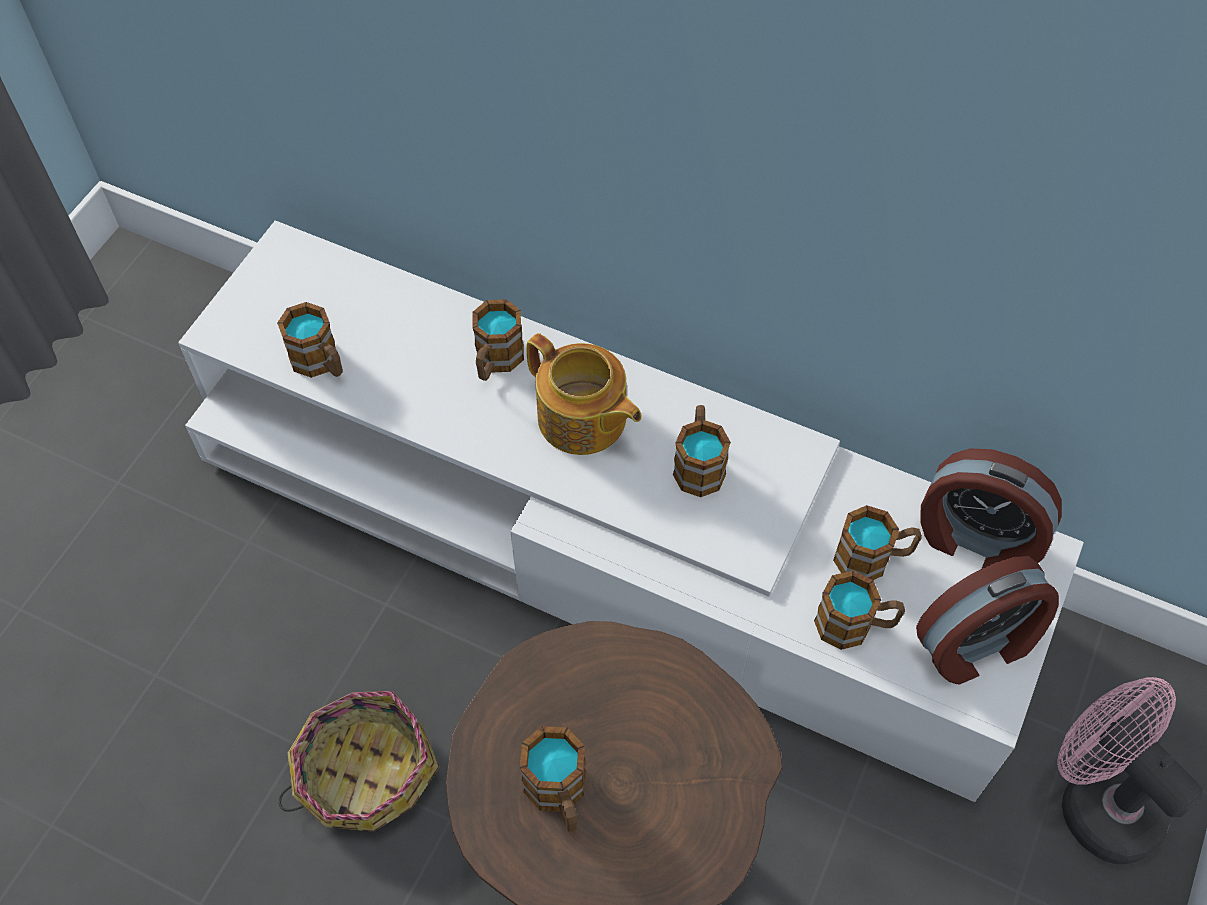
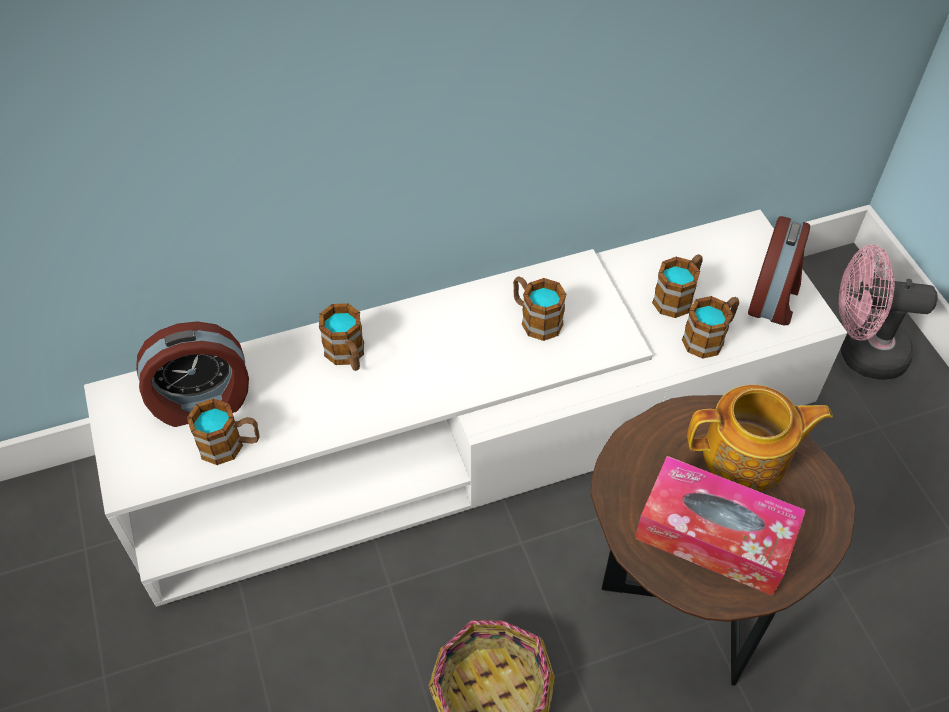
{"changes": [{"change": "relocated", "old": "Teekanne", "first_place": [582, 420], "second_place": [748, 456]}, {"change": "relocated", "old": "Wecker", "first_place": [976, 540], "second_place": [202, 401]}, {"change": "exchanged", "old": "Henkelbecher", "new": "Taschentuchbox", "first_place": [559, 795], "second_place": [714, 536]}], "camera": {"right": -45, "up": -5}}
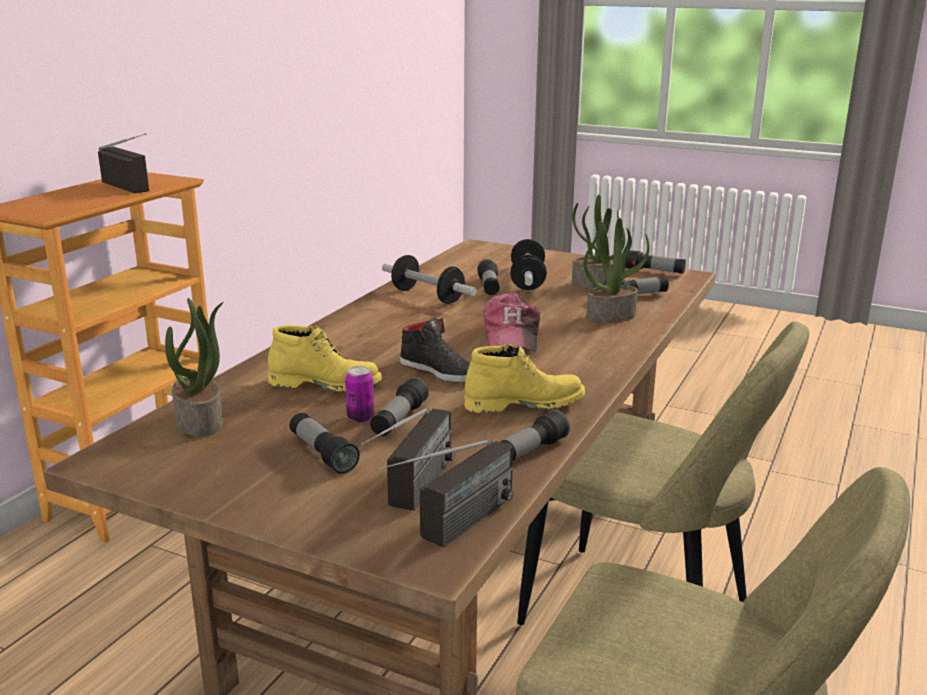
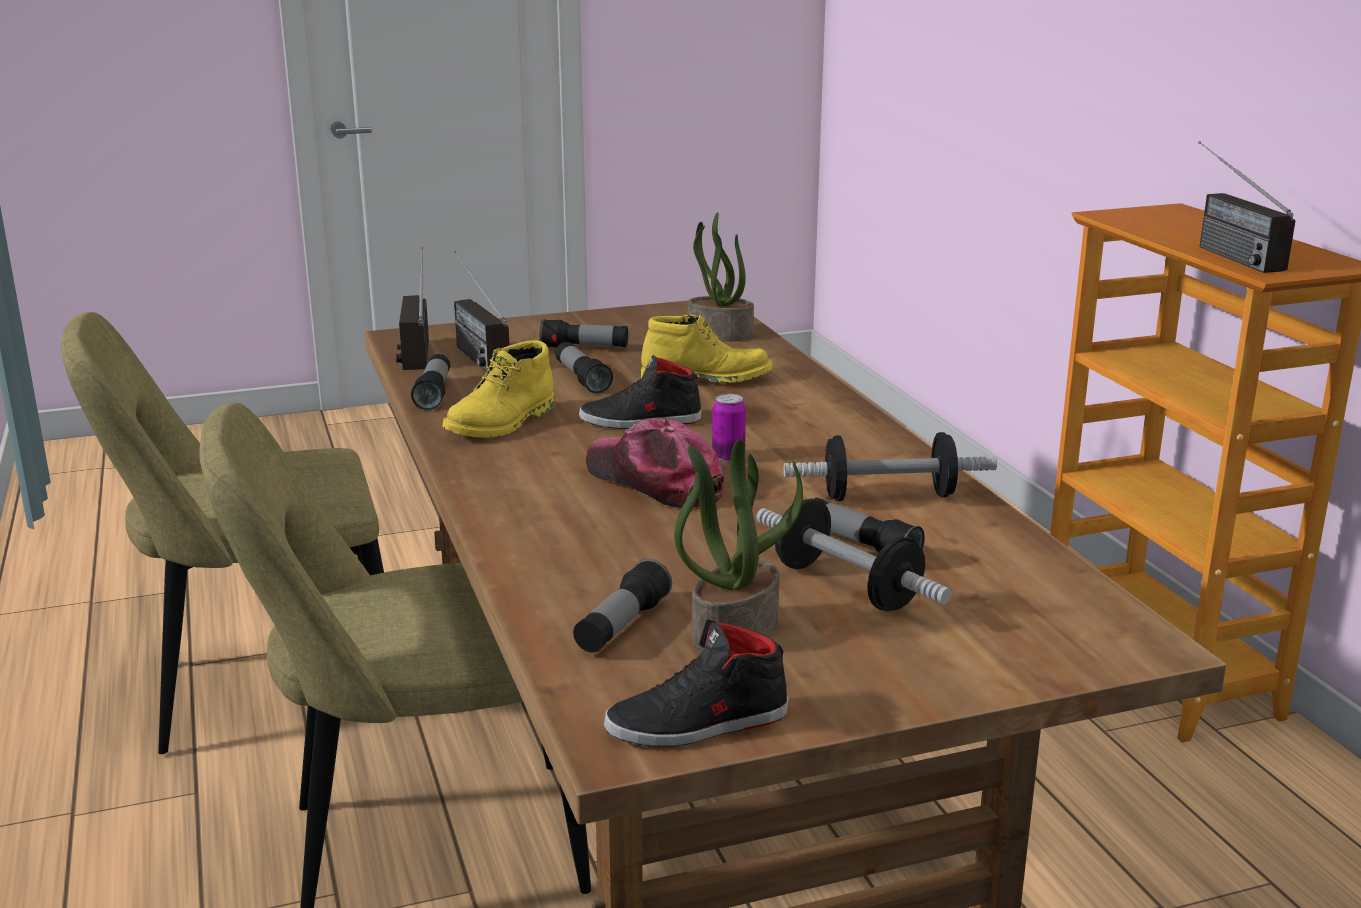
{"changes": [{"change": "missing", "old": "Topfpflanze", "first_place": [611, 316]}, {"change": "relocated", "old": "Dose", "first_place": [360, 418], "second_place": [728, 457]}, {"change": "exchanged", "old": "Taschenlampe", "new": "Schuh/schwarz", "first_place": [654, 272], "second_place": [698, 724]}, {"change": "spun", "old": "Radio", "first_place": [136, 189], "second_place": [1221, 252], "degrees": 75}, {"change": "spun", "old": "Stiefel/gelb", "first_place": [326, 384], "second_place": [706, 379], "degrees": -150}], "camera": {"right": 135, "up": 0}}
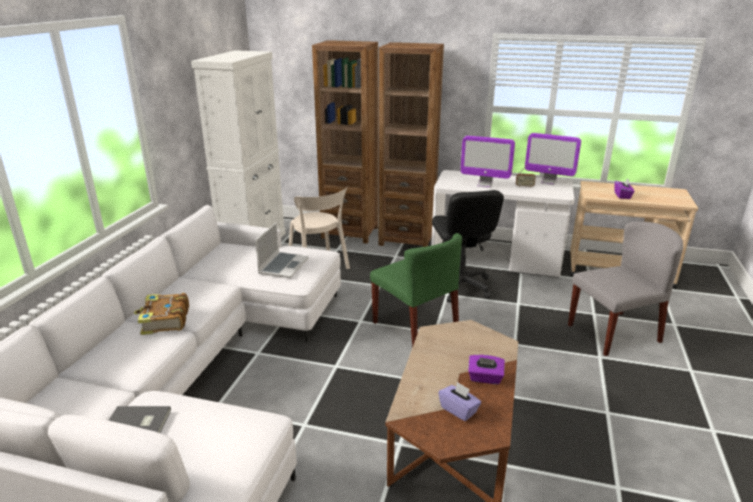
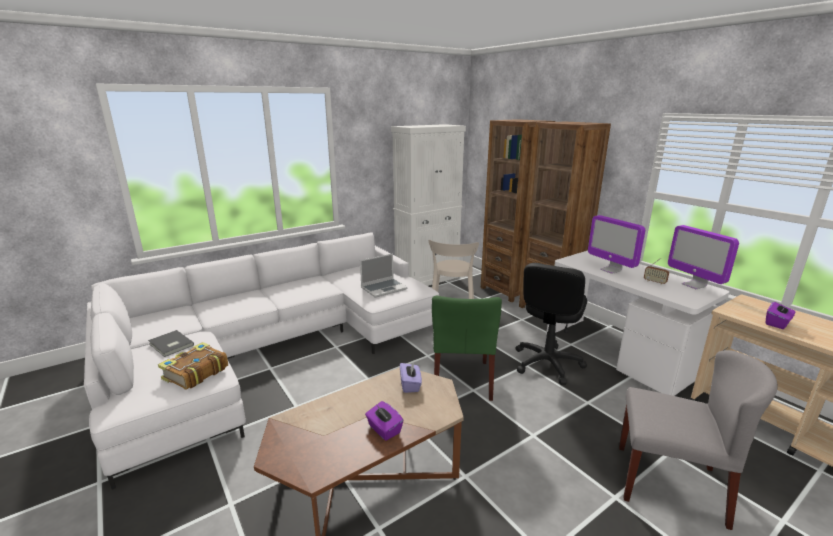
{"changes": [{"change": "relocated", "old": "Buch", "first_place": [164, 321], "second_place": [195, 373]}, {"change": "relocated", "old": "Taschentuchbox/lila", "first_place": [459, 410], "second_place": [410, 385]}], "camera": {"right": 40, "up": -5}}
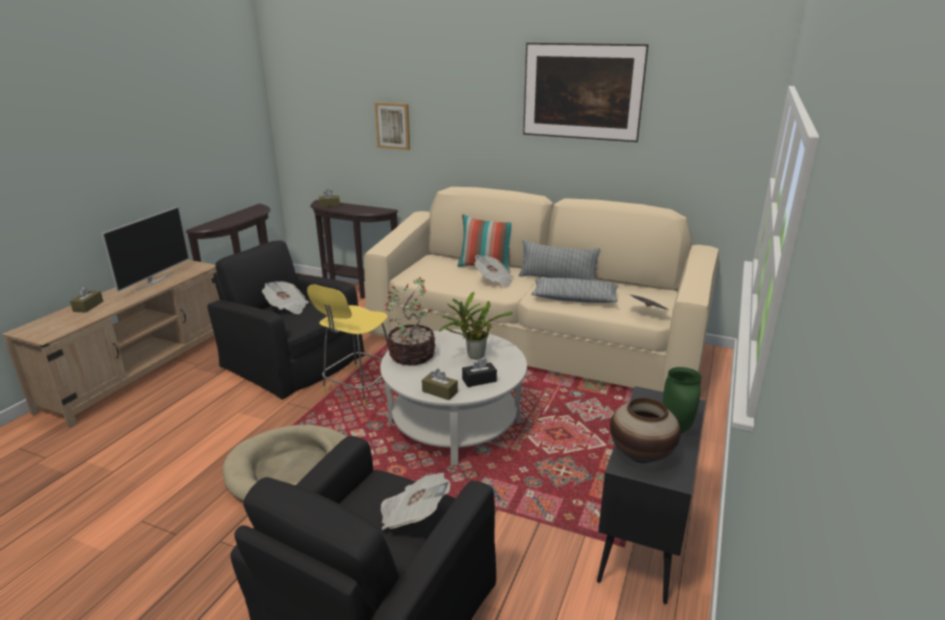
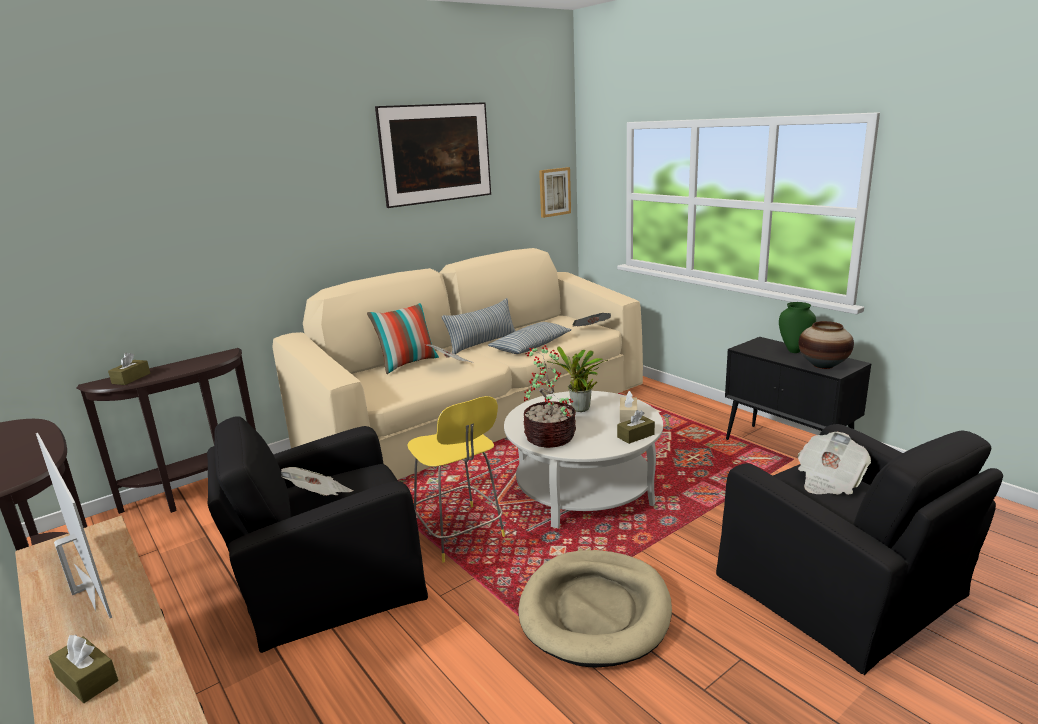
{"changes": [{"change": "relocated", "old": "Bild", "first_place": [393, 126], "second_place": [554, 192]}, {"change": "colour", "old": "Taschentuchbox/schwarz", "new": "Taschentuchbox/beige", "first_place": [479, 380], "second_place": [628, 416]}], "camera": {"right": -60, "up": -5}}
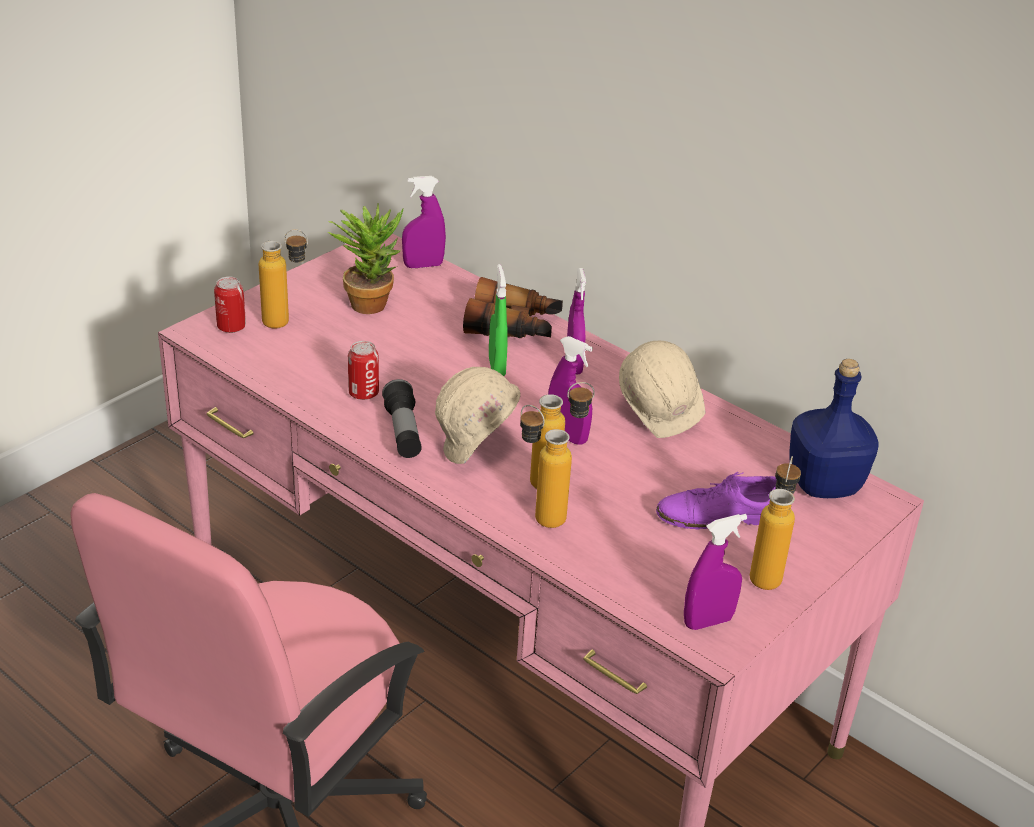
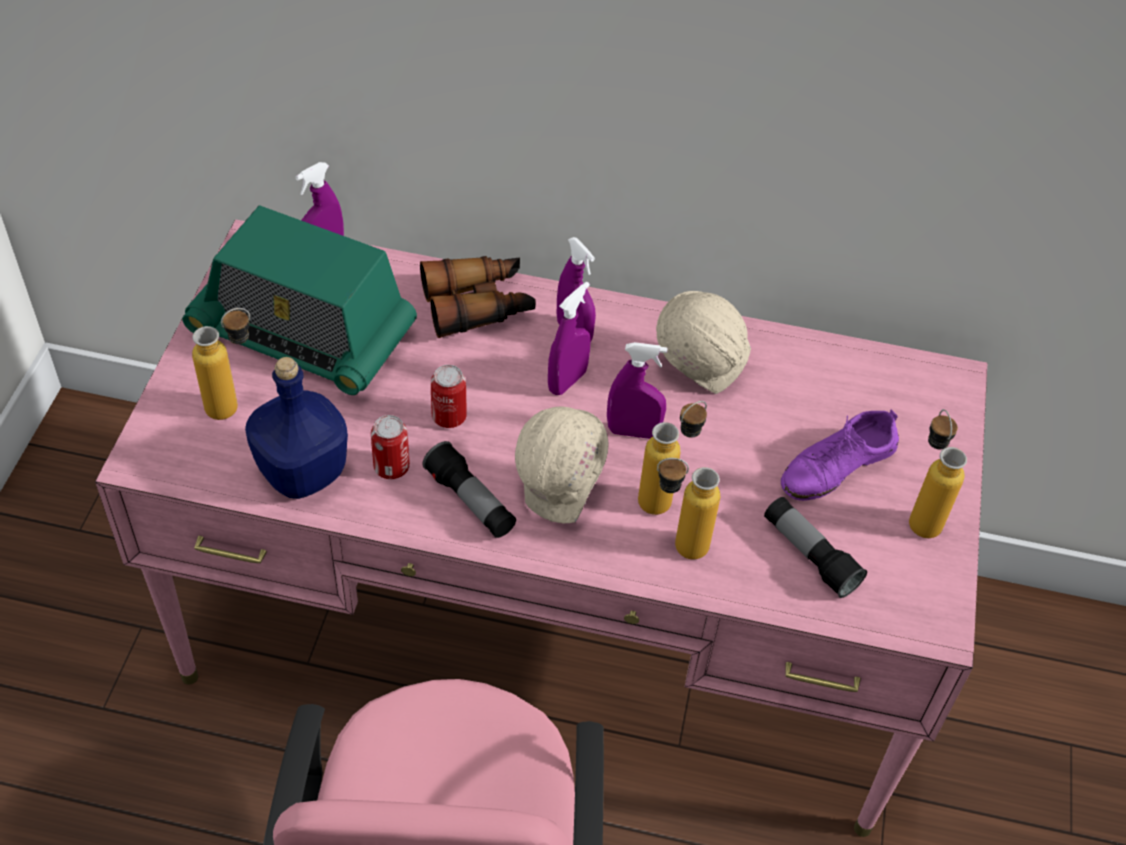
{"changes": [{"change": "missing", "old": "Sprühflasche/grün", "first_place": [497, 367]}, {"change": "appeared", "new": "Taschenlampe", "second_place": [809, 555]}, {"change": "relocated", "old": "Dose", "first_place": [231, 327], "second_place": [449, 417]}, {"change": "relocated", "old": "Sprühflasche/lila", "first_place": [708, 621], "second_place": [567, 381]}, {"change": "relocated", "old": "Flasche/blau", "first_place": [825, 484], "second_place": [304, 471]}, {"change": "exchanged", "old": "Topfpflanze", "new": "Radio", "first_place": [370, 301], "second_place": [303, 332]}], "camera": {"right": -30, "up": 15}}
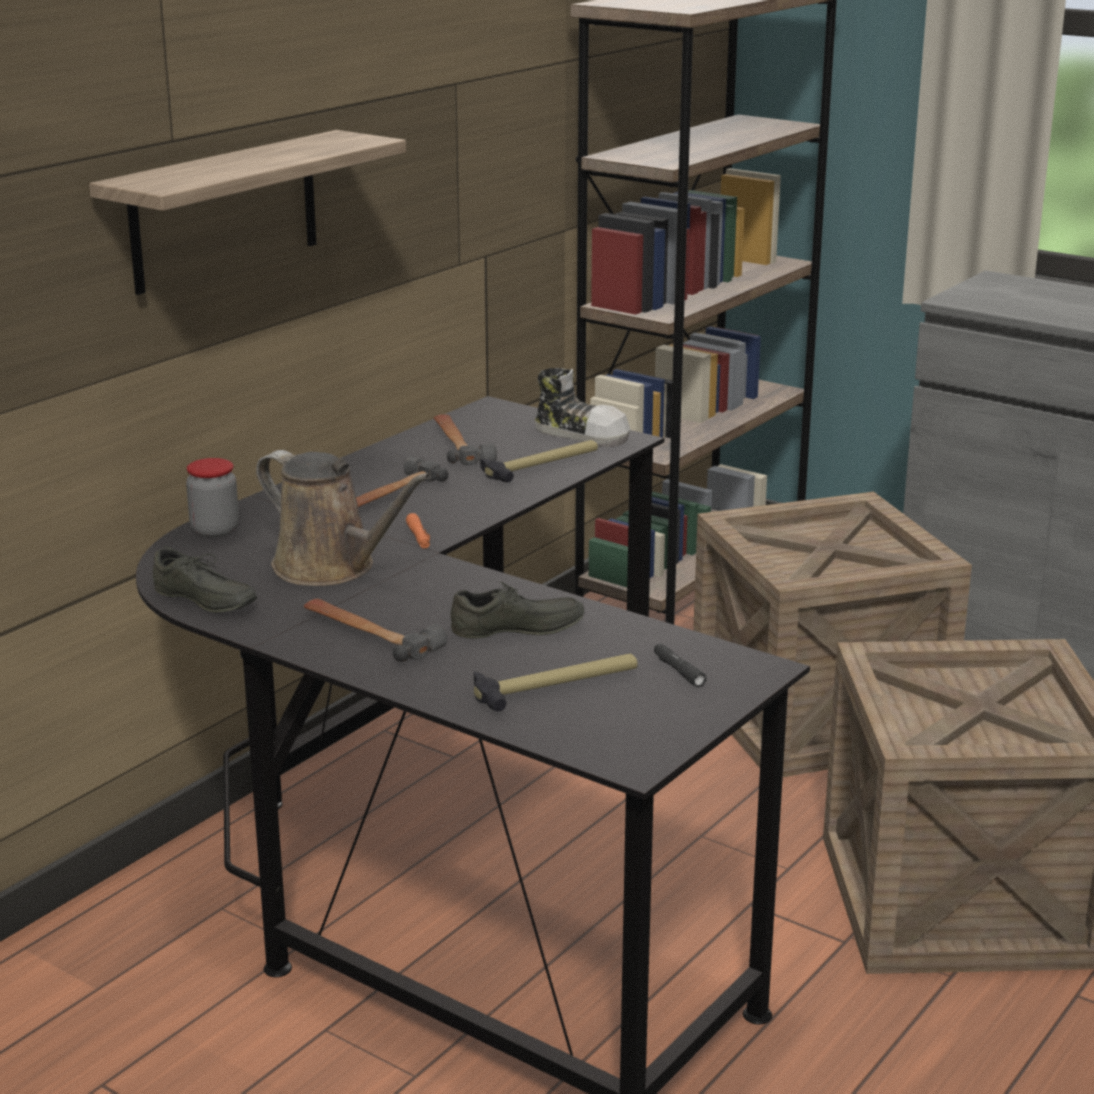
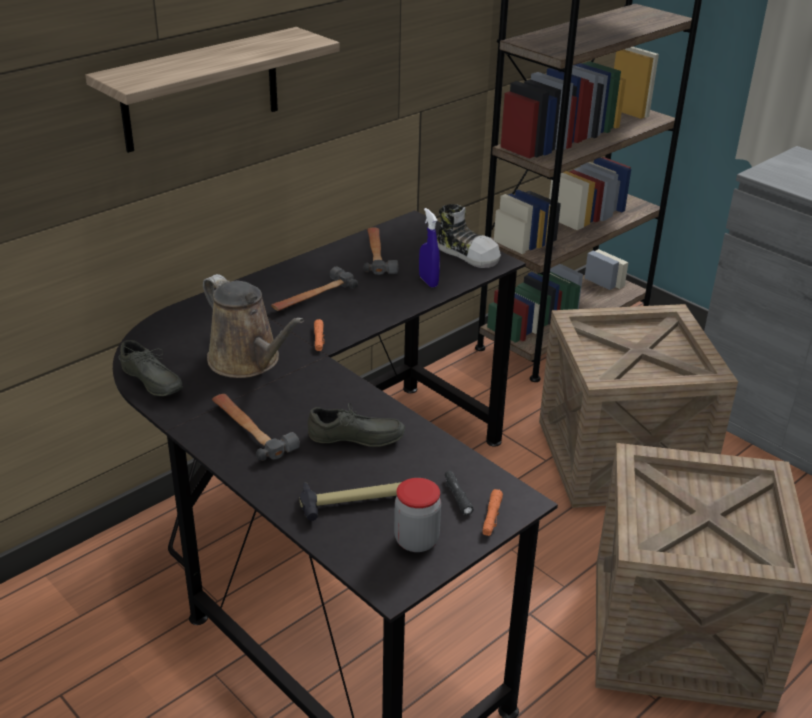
{"changes": [{"change": "appeared", "new": "Taschenlampe/orange", "second_place": [492, 517]}, {"change": "relocated", "old": "Vorratsglas", "first_place": [215, 530], "second_place": [416, 540]}, {"change": "exchanged", "old": "Hammer", "new": "Sprühflasche/blau", "first_place": [541, 467], "second_place": [428, 281]}], "camera": {"right": 10, "up": 10}}
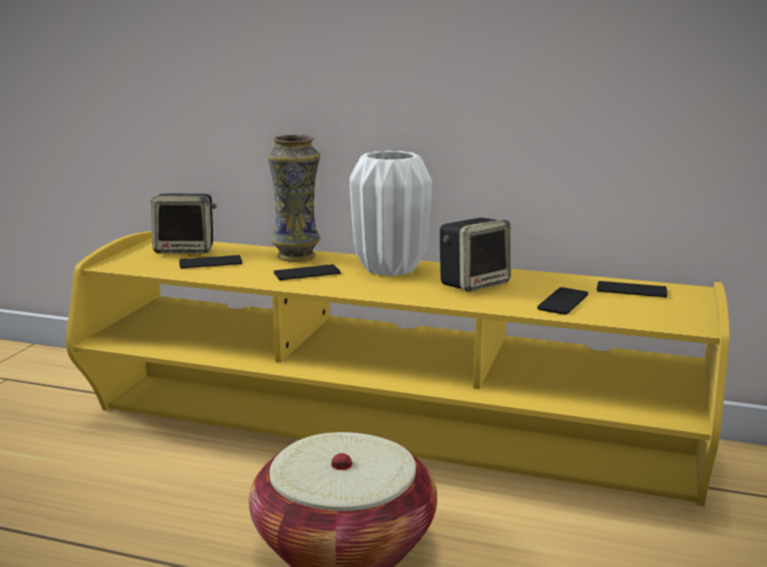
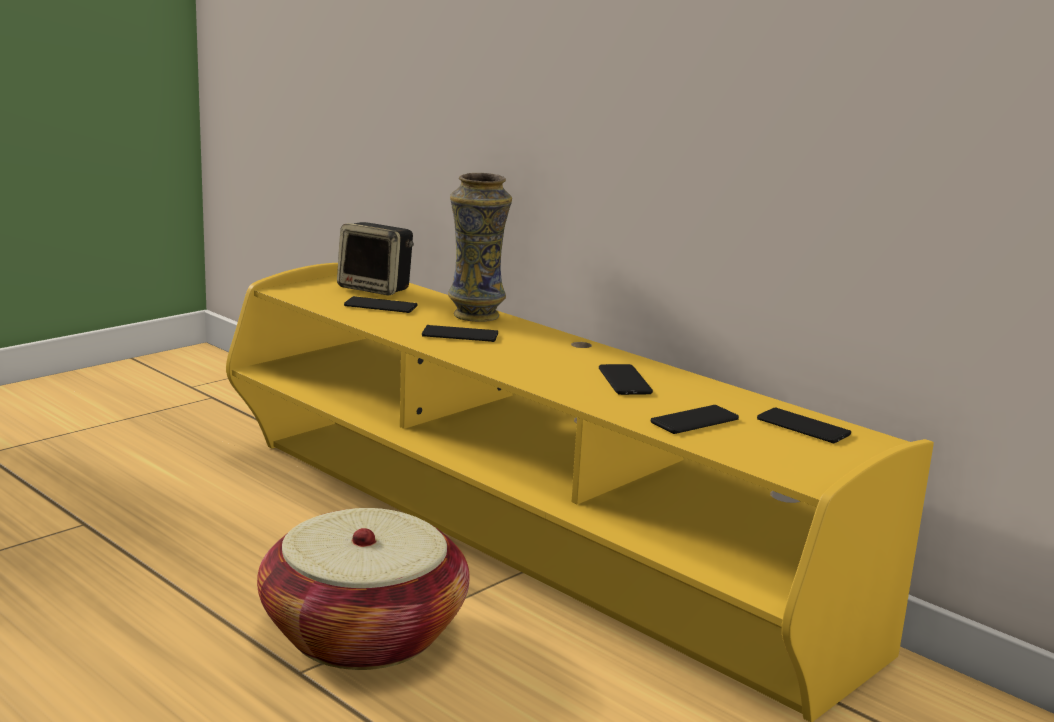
{"changes": [{"change": "missing", "old": "Vase/weiß", "first_place": [390, 269]}, {"change": "exchanged", "old": "Lautsprecher", "new": "Handy", "first_place": [474, 283], "second_place": [624, 381]}], "camera": {"right": 25, "up": 0}}
